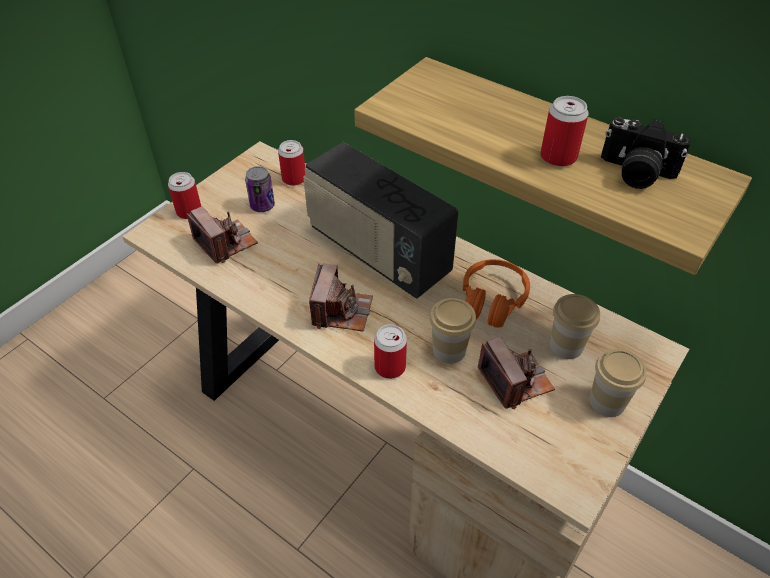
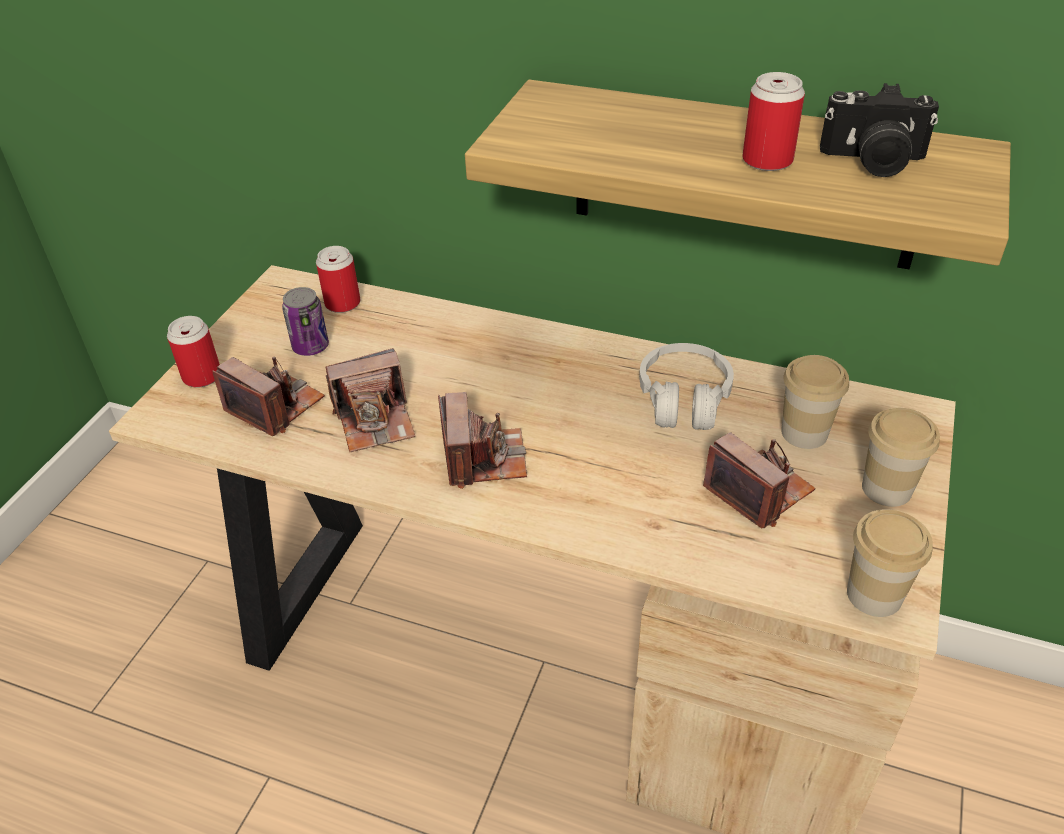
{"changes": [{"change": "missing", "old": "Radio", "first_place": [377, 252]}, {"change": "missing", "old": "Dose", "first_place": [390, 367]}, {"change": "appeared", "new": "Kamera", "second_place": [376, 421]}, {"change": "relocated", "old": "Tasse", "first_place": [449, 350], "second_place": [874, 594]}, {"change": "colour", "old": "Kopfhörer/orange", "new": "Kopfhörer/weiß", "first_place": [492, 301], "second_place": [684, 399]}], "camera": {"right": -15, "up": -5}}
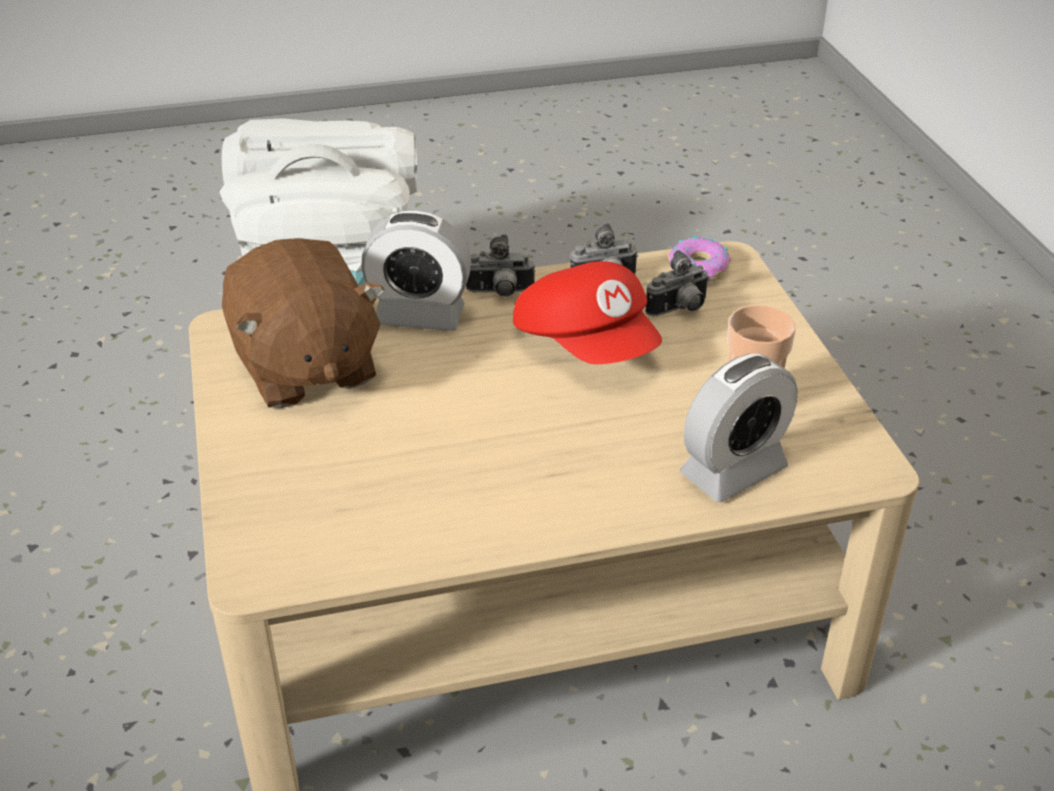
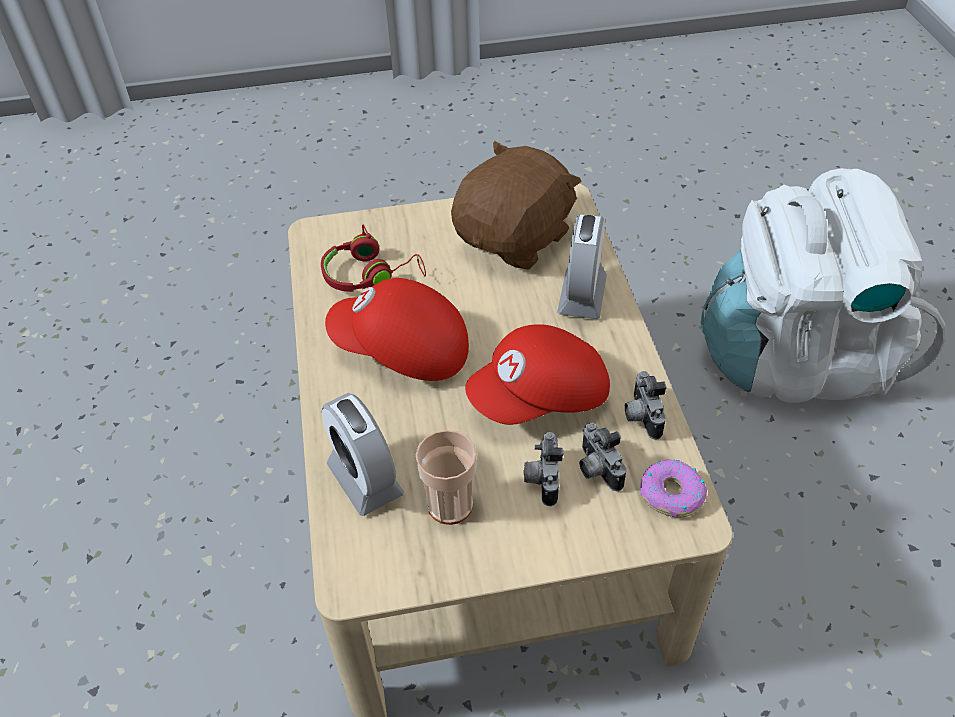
{"changes": [{"change": "appeared", "new": "Kopfhörer/rot", "second_place": [371, 274]}, {"change": "appeared", "new": "Kappe/rot", "second_place": [402, 351]}, {"change": "relocated", "old": "Kamera", "first_place": [500, 293], "second_place": [542, 478]}, {"change": "spun", "old": "Plüschtier/braun", "first_place": [304, 368], "second_place": [515, 239], "degrees": 150}], "camera": {"right": 95, "up": 10}}
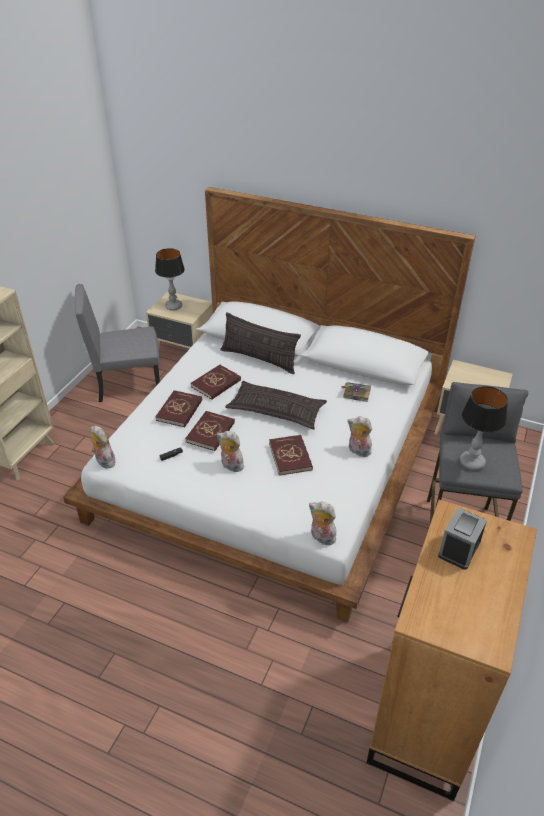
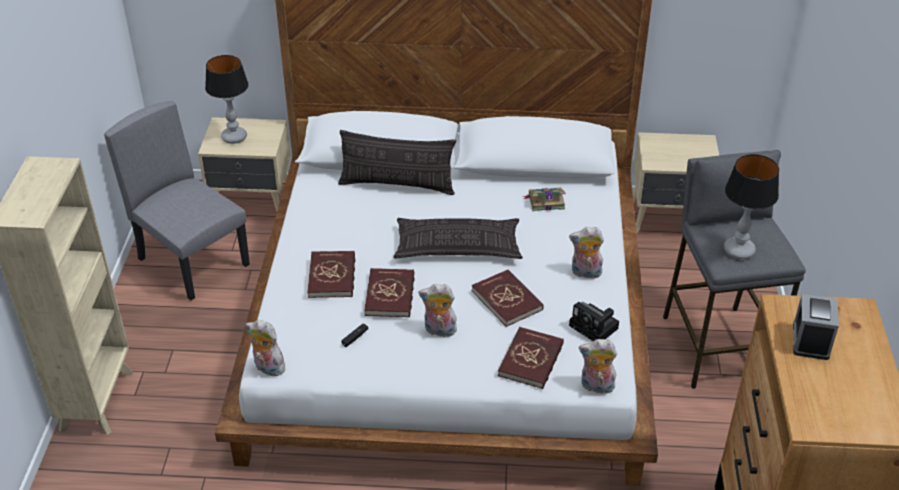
{"changes": [{"change": "appeared", "new": "Kamera", "second_place": [595, 328]}, {"change": "relocated", "old": "Buch/rot", "first_place": [216, 384], "second_place": [531, 360]}, {"change": "spun", "old": "Stuhl/grau", "first_place": [129, 383], "second_place": [194, 261], "degrees": 75}], "camera": {"right": -20, "up": 0}}
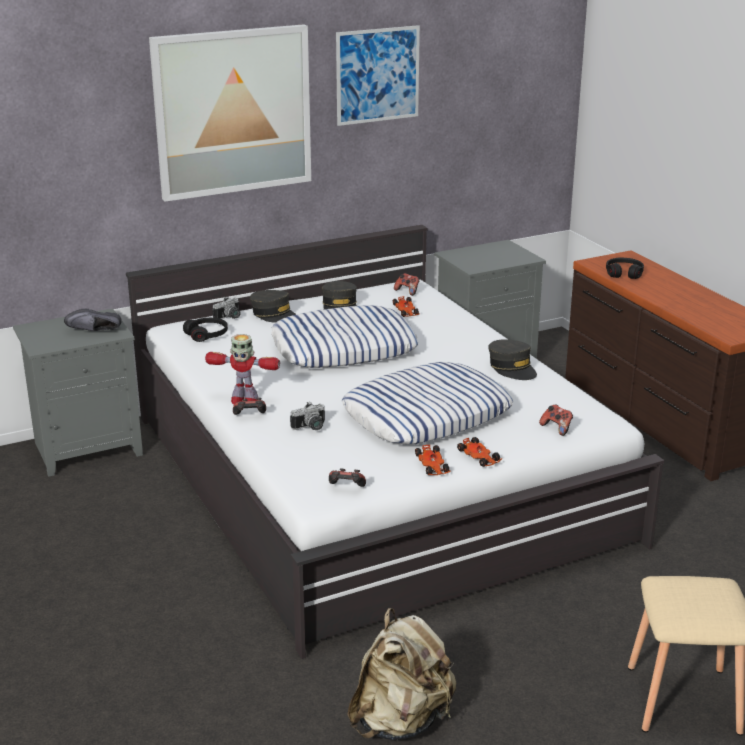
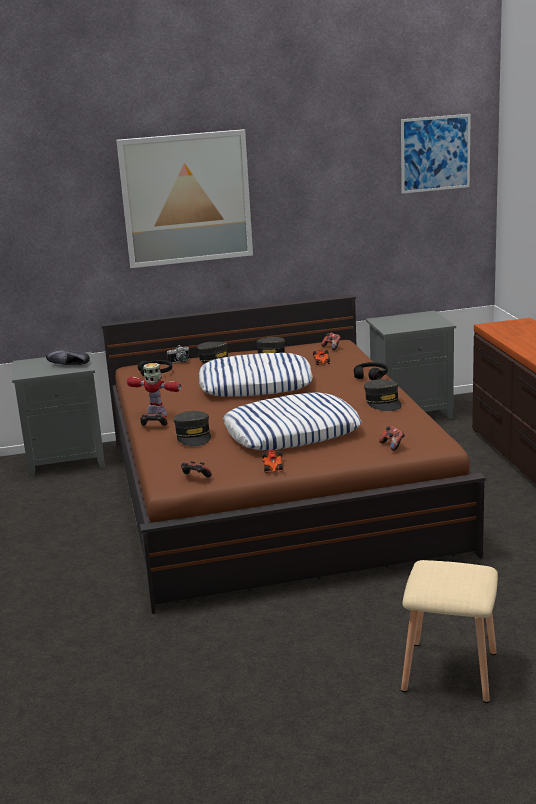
{"changes": [{"change": "missing", "old": "Rucksack/beige", "first_place": [401, 721]}, {"change": "missing", "old": "Spielzeugauto", "first_place": [479, 457]}, {"change": "relocated", "old": "Bild", "first_place": [377, 75], "second_place": [435, 153]}, {"change": "relocated", "old": "Kopfhörer/schwarz", "first_place": [624, 273], "second_place": [371, 376]}, {"change": "exchanged", "old": "Kamera", "new": "Kappe/grau", "first_place": [310, 427], "second_place": [193, 436]}, {"change": "colour", "old": "Bett/weiß", "new": "Bett/braun", "first_place": [372, 477], "second_place": [273, 491]}], "camera": {"right": 15, "up": -5}}
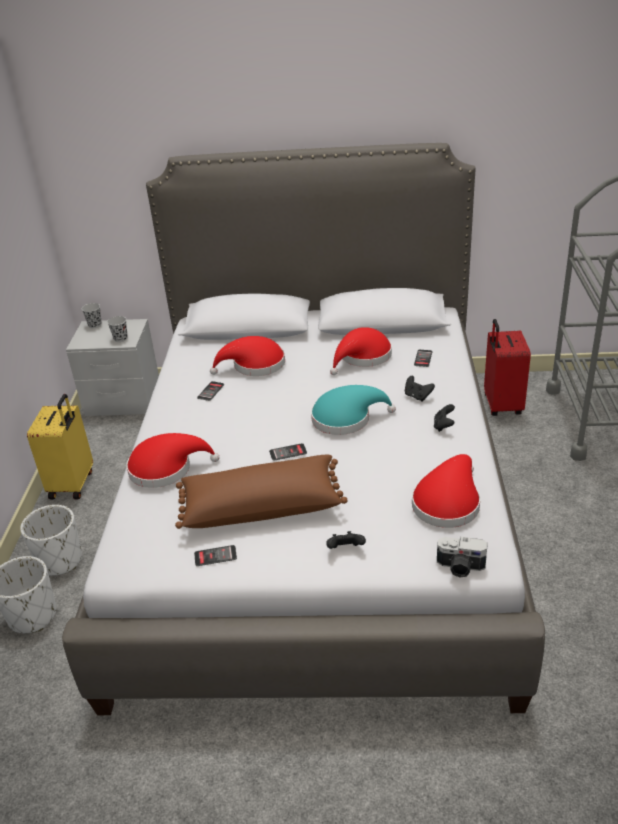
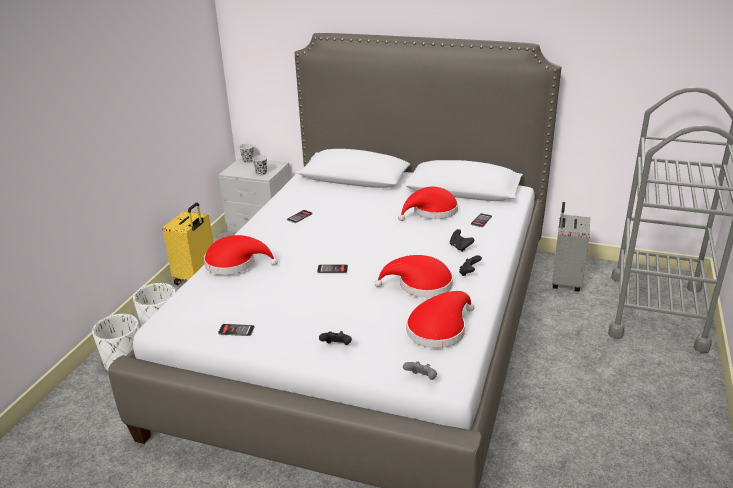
{"changes": [{"change": "missing", "old": "Kissen/braun", "first_place": [261, 506]}, {"change": "missing", "old": "Hut/türkis", "first_place": [346, 418]}, {"change": "relocated", "old": "Hut/rot", "first_place": [254, 365], "second_place": [420, 285]}, {"change": "exchanged", "old": "Kamera", "new": "Gamepad/grau", "first_place": [460, 567], "second_place": [421, 379]}, {"change": "colour", "old": "Koffer/rot", "new": "Koffer/grau", "first_place": [501, 405], "second_place": [565, 282]}], "camera": {"right": 15, "up": -5}}
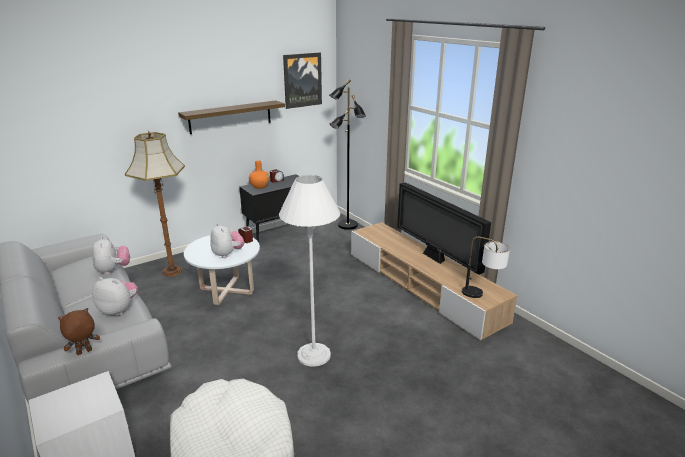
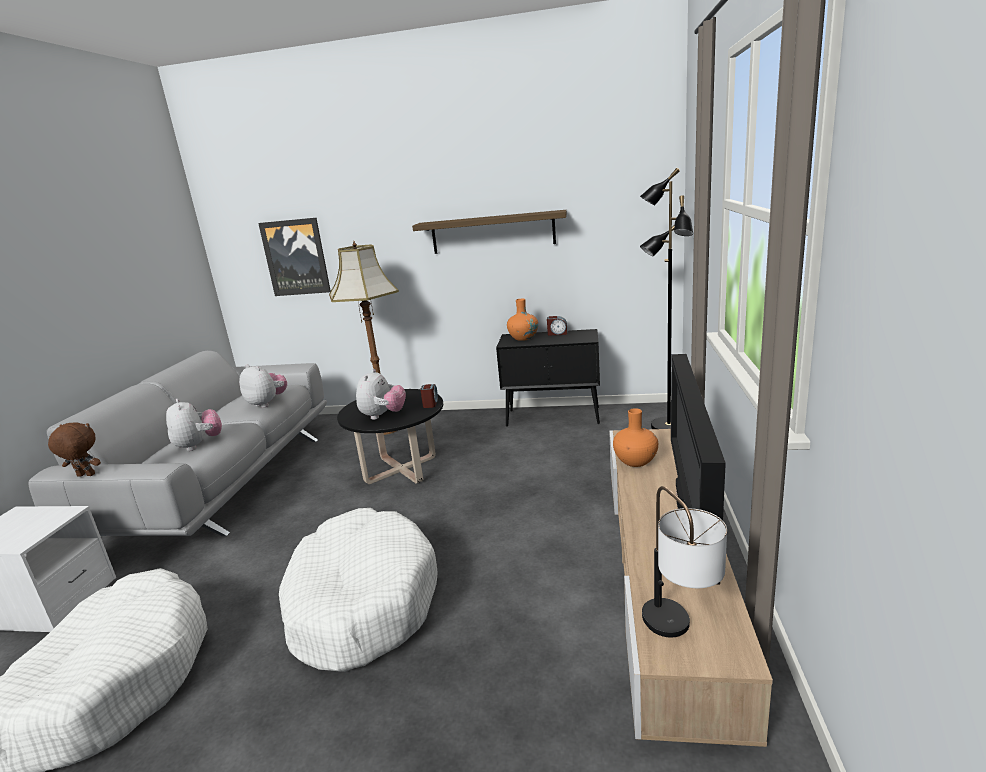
{"changes": [{"change": "appeared", "new": "Vase/orange", "second_place": [635, 461]}, {"change": "relocated", "old": "Bild", "first_place": [302, 80], "second_place": [296, 257]}, {"change": "exchanged", "old": "Stehlampe/weiß", "new": "Hundebett/weiß", "first_place": [314, 355], "second_place": [361, 602]}, {"change": "colour", "old": "Couchtisch/weiß", "new": "Couchtisch/schwarz", "first_place": [227, 290], "second_place": [401, 469]}, {"change": "spun", "old": "Plüschtier", "first_place": [113, 270], "second_place": [267, 403], "degrees": -75}], "camera": {"right": 45, "up": -5}}
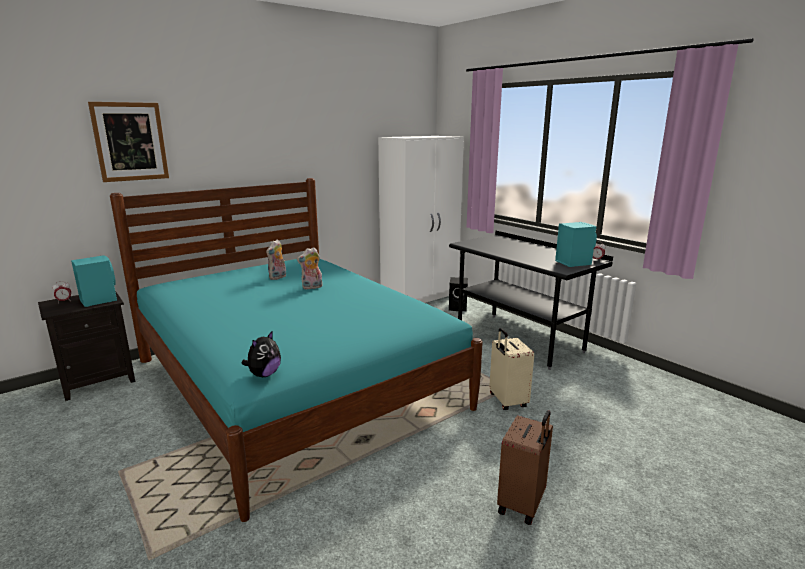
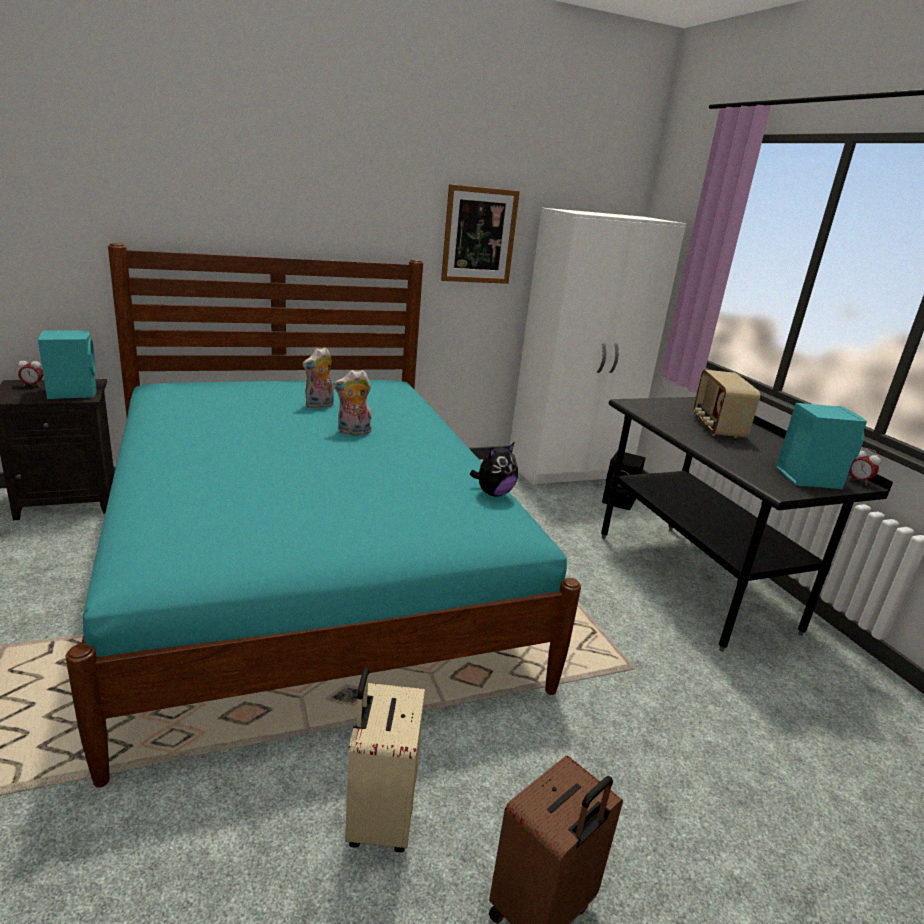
{"changes": [{"change": "appeared", "new": "Radio", "second_place": [716, 427]}, {"change": "relocated", "old": "Bild", "first_place": [130, 142], "second_place": [479, 235]}, {"change": "relocated", "old": "Plüschtier", "first_place": [264, 374], "second_place": [493, 493]}, {"change": "relocated", "old": "Koffer/beige", "first_place": [507, 401], "second_place": [379, 818]}], "camera": {"right": 15, "up": 5}}
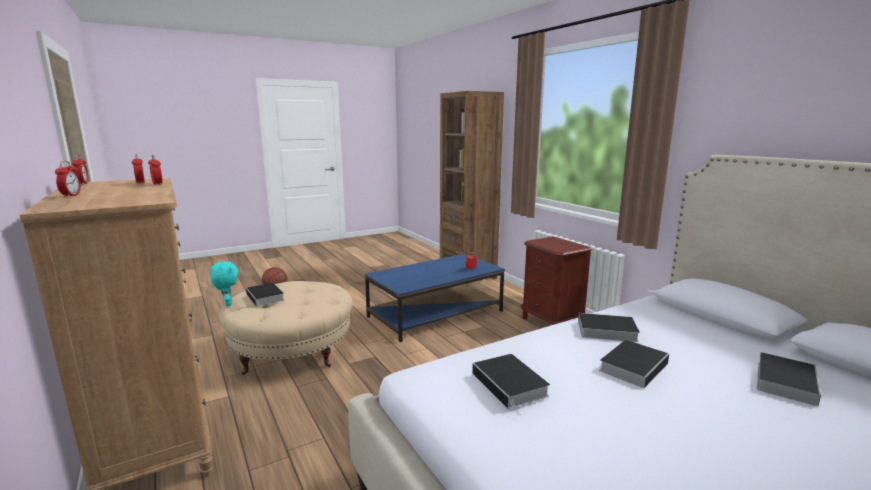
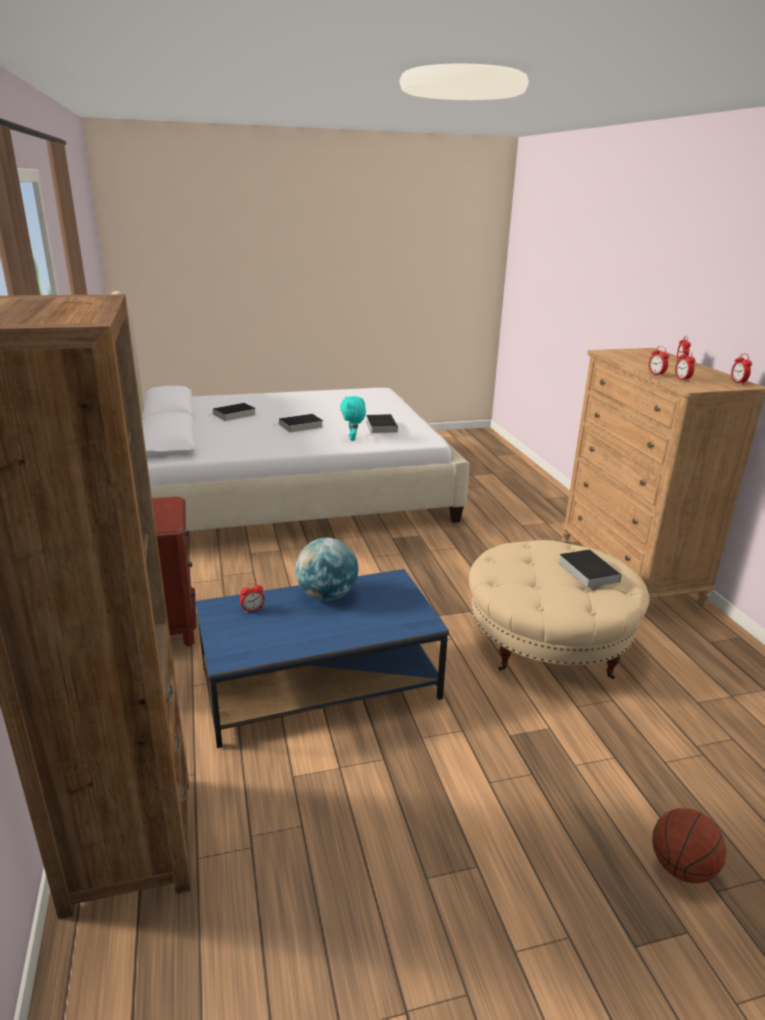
{"changes": [{"change": "missing", "old": "Buch", "first_place": [604, 331]}, {"change": "appeared", "new": "Globus", "second_place": [327, 595]}, {"change": "relocated", "old": "Plüschtier/türkis", "first_place": [227, 304], "second_place": [353, 438]}], "camera": {"right": -165, "up": 10}}
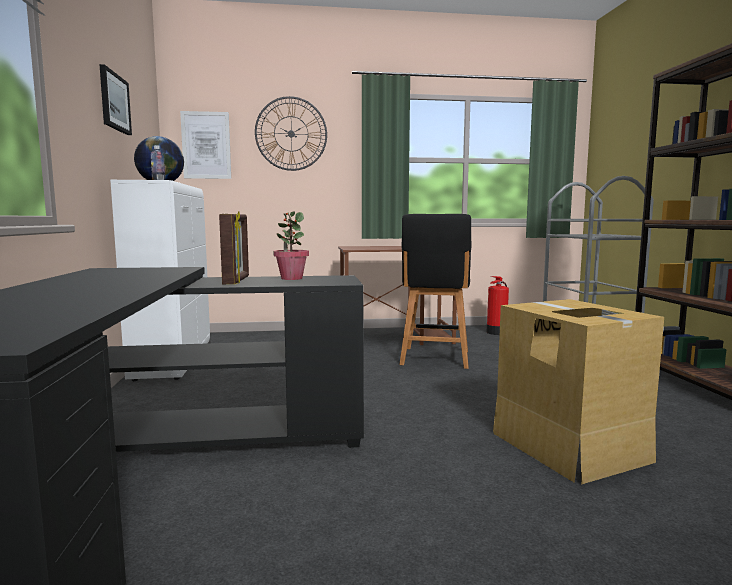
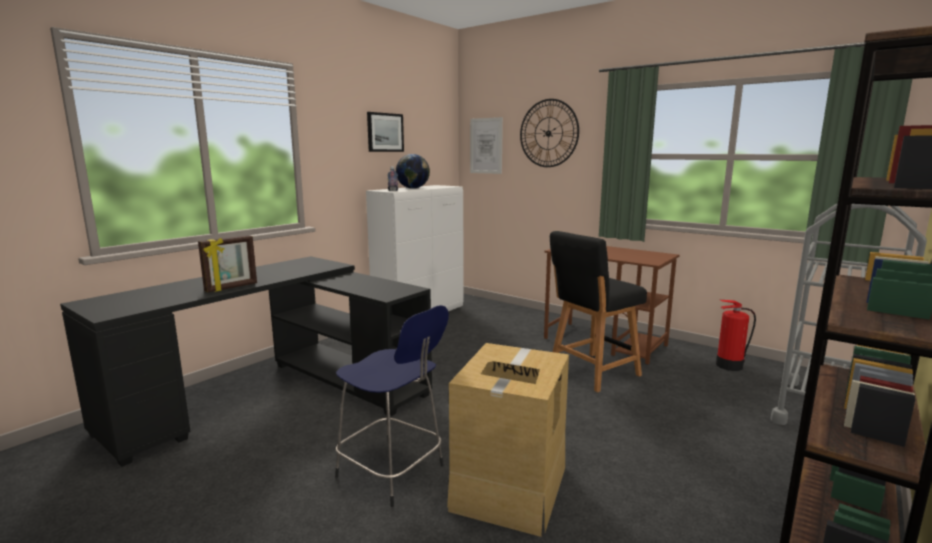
{"changes": [{"change": "missing", "old": "Topfpflanze", "first_place": [291, 278]}, {"change": "appeared", "new": "Hocker/blau", "second_place": [393, 472]}, {"change": "relocated", "old": "Bilderrahmen", "first_place": [237, 281], "second_place": [231, 287]}], "camera": {"right": 45, "up": 5}}
